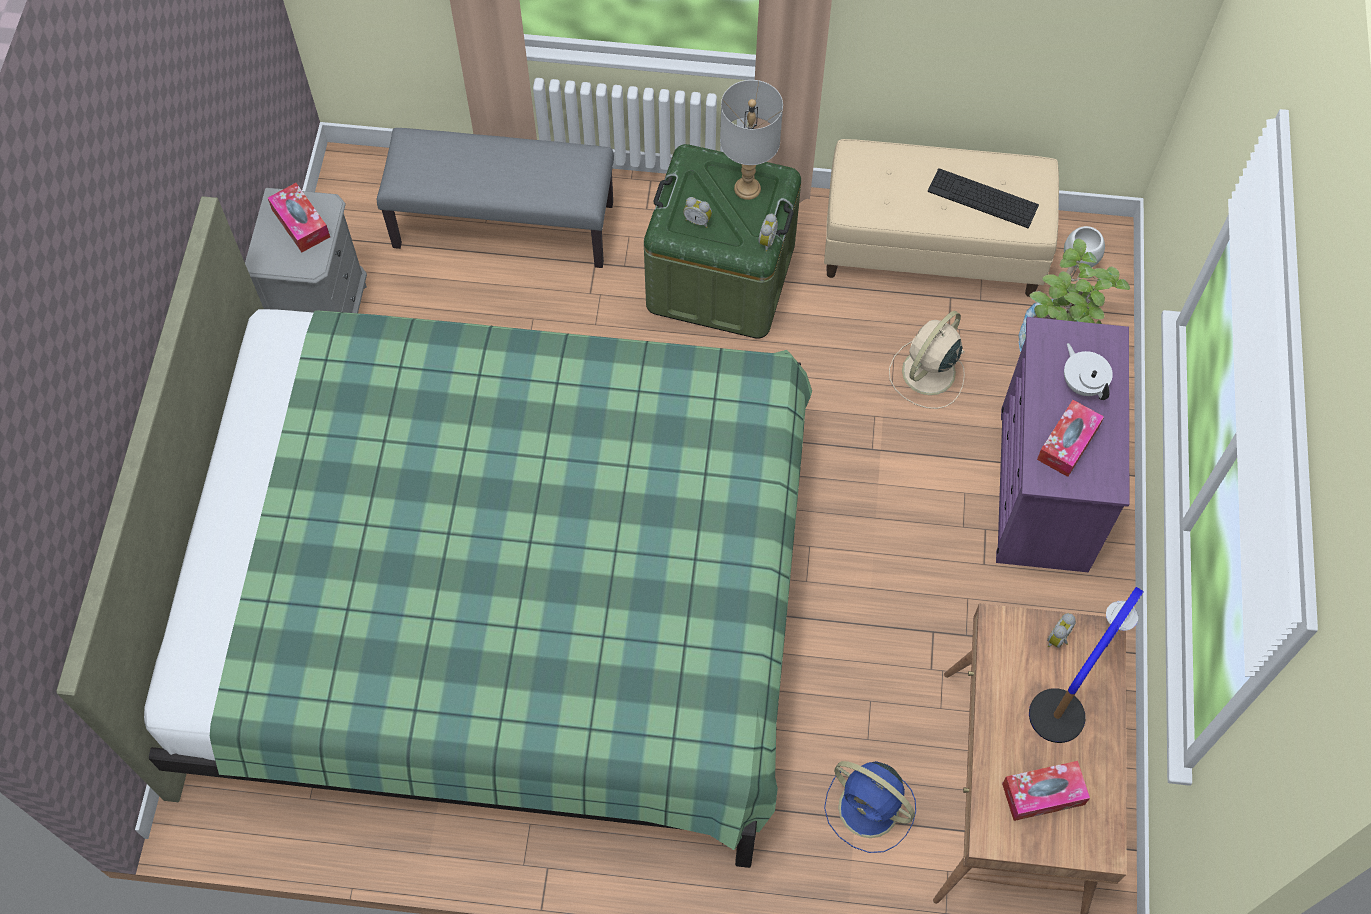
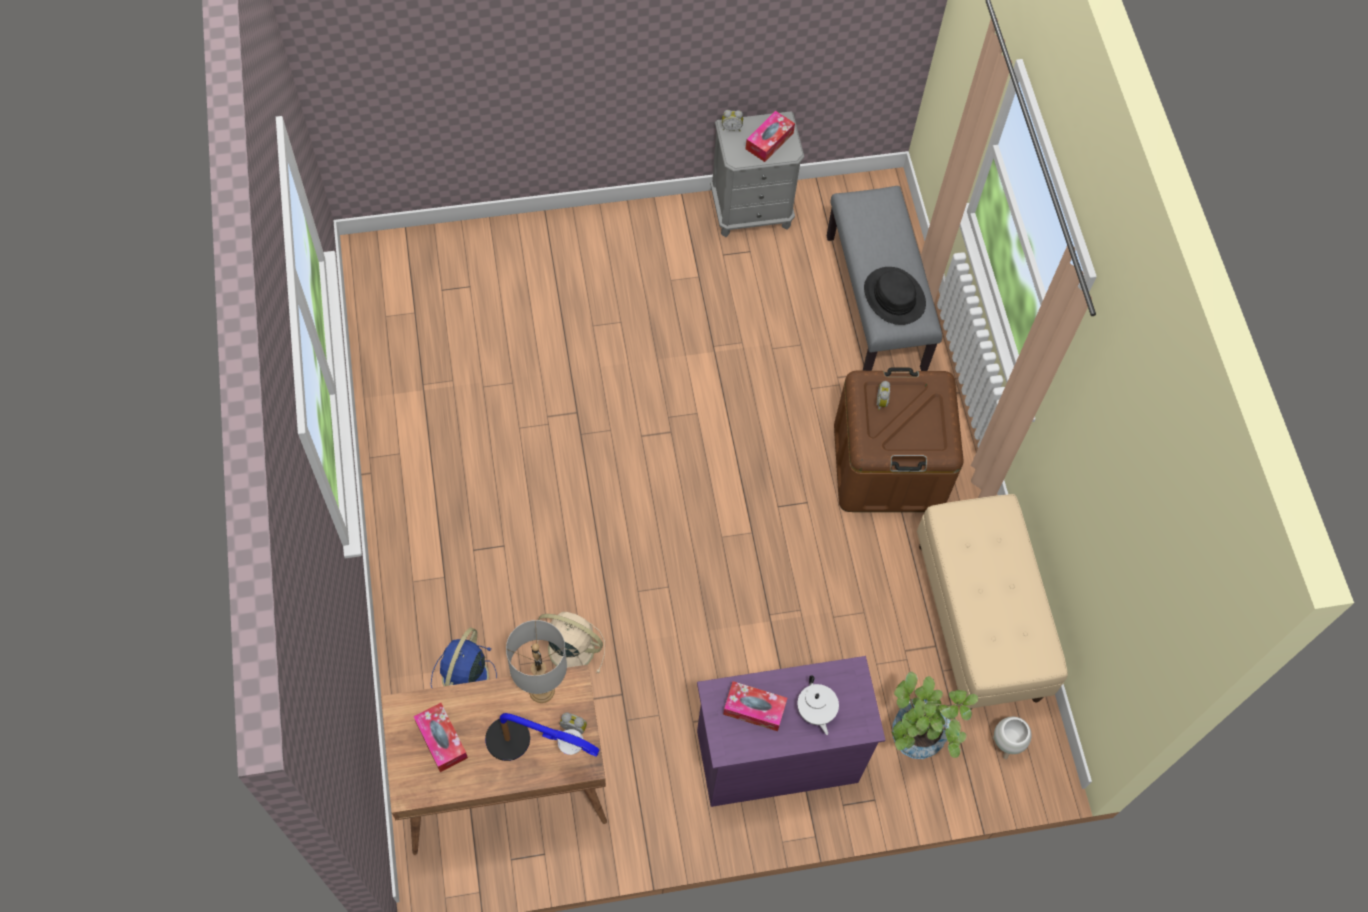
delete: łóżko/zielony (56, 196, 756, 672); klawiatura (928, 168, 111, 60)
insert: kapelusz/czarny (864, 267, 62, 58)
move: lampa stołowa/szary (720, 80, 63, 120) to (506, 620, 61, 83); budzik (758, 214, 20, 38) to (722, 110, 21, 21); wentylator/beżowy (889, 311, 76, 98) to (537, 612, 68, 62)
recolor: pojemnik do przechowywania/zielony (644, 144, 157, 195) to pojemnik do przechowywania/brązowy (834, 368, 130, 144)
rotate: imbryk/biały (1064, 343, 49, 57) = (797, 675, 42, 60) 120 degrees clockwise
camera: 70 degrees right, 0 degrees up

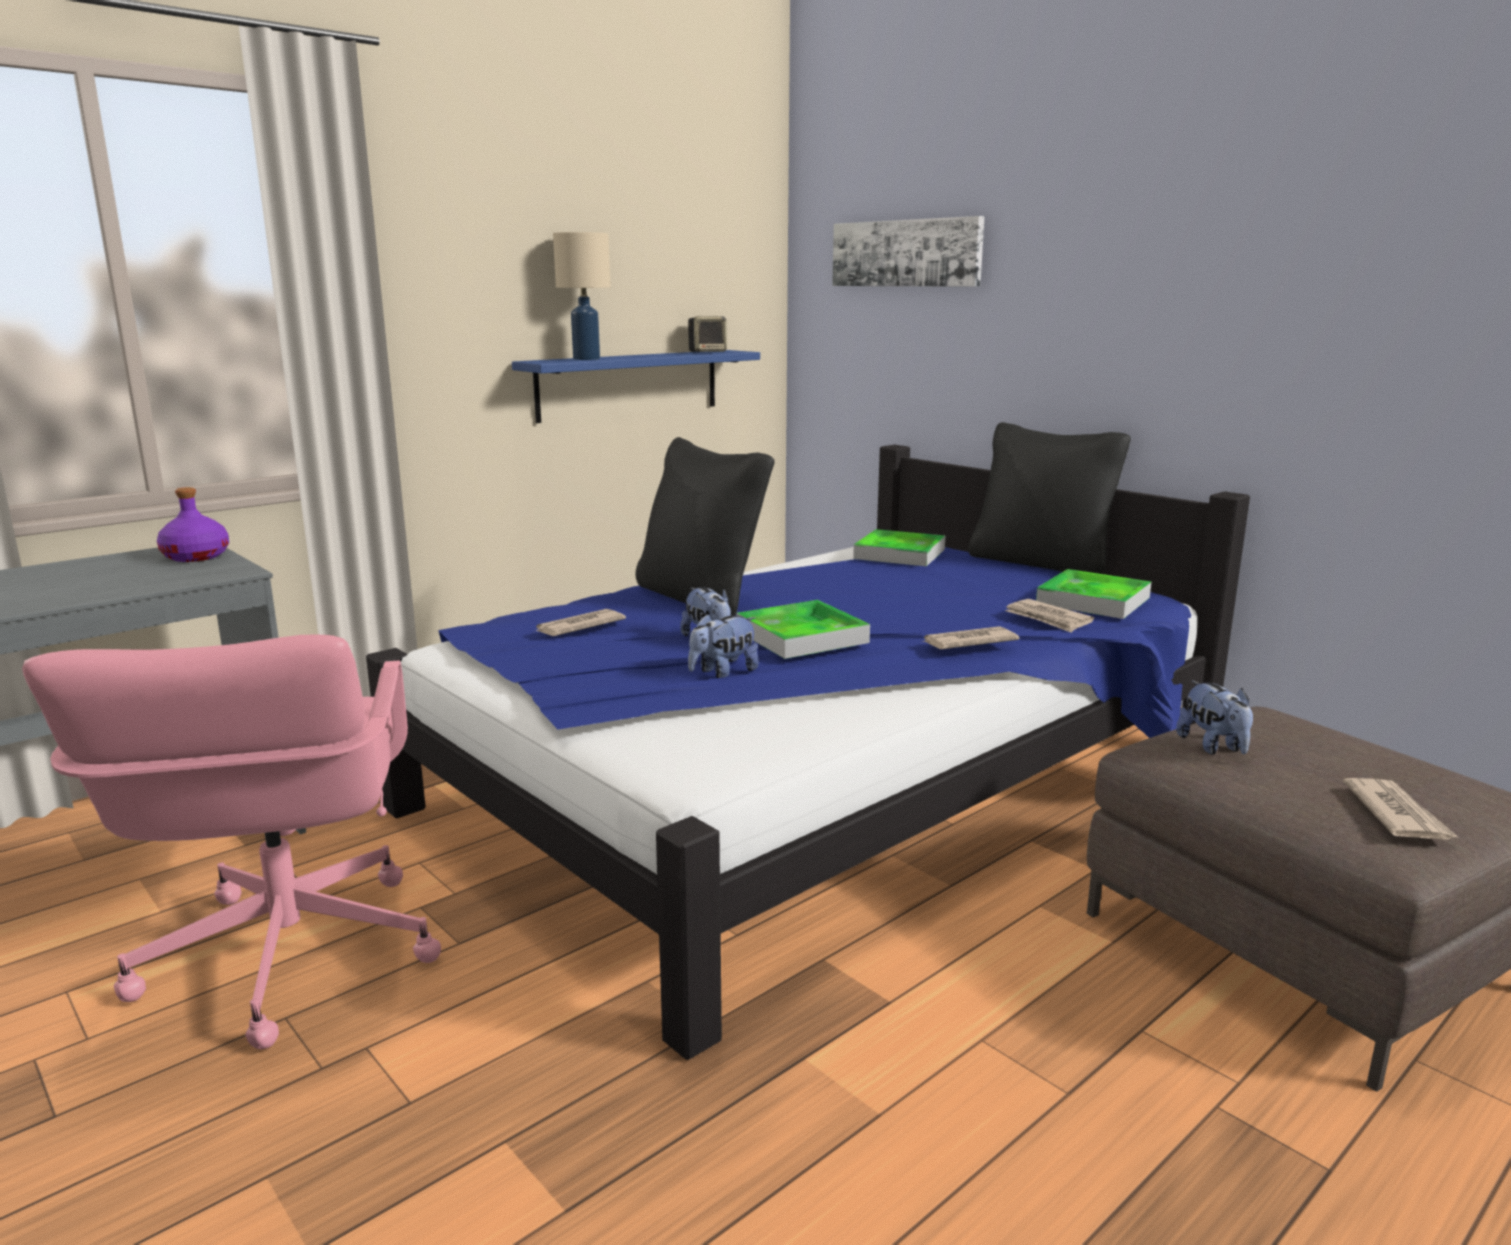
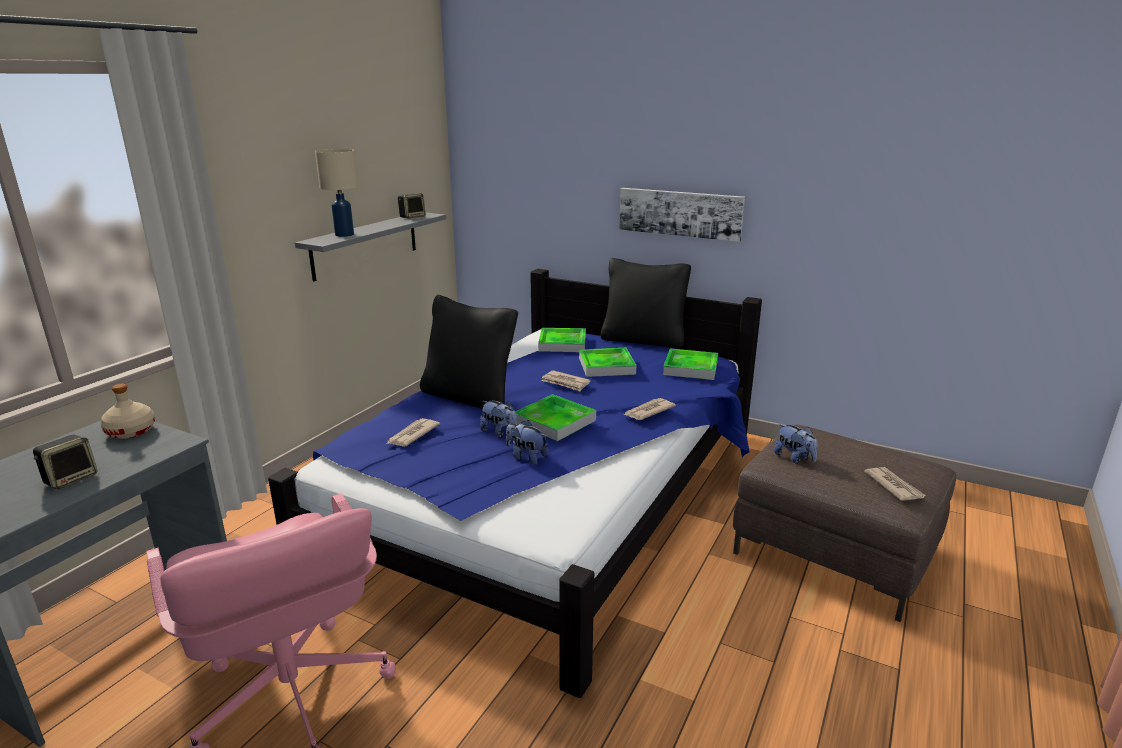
insert: głośnik (33, 435, 64, 54); taca (579, 348, 57, 29)
move: obraz (832, 216, 153, 71) to (619, 188, 126, 54); gazeta (1005, 599, 89, 34) to (541, 370, 50, 22)
recolor: butelka/fioletowy (157, 487, 72, 75) to butelka/beżowy (100, 384, 55, 55); półka/niebieski (512, 350, 248, 73) to półka/szary (295, 212, 151, 69)
rotate: pluszak (688, 614, 71, 64) = (506, 420, 43, 45) 90 degrees clockwise
camera: 20 degrees left, 5 degrees up

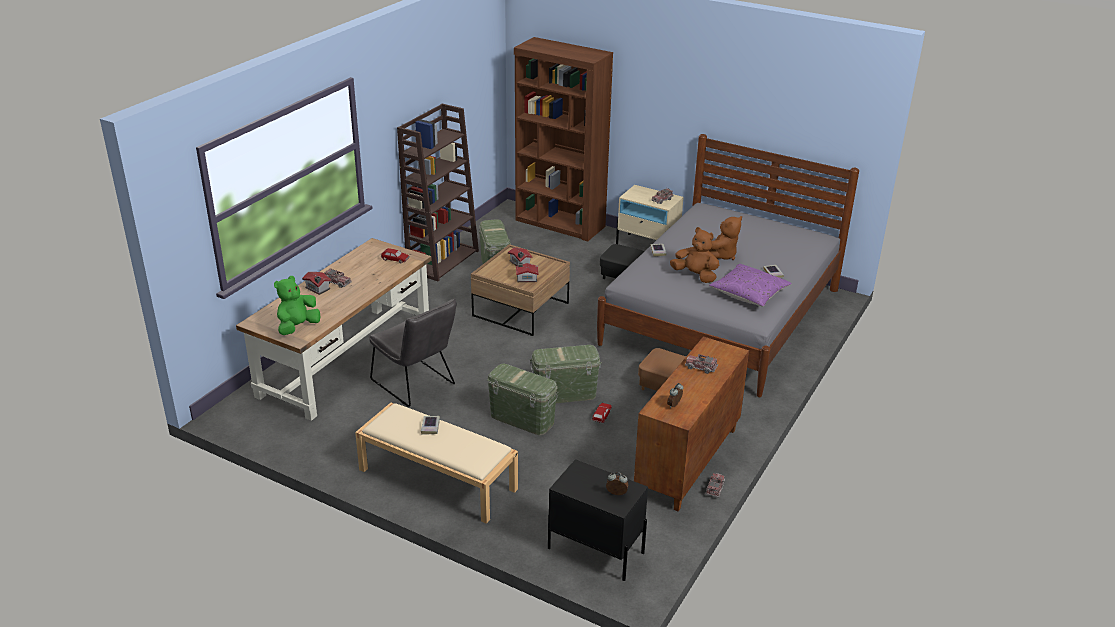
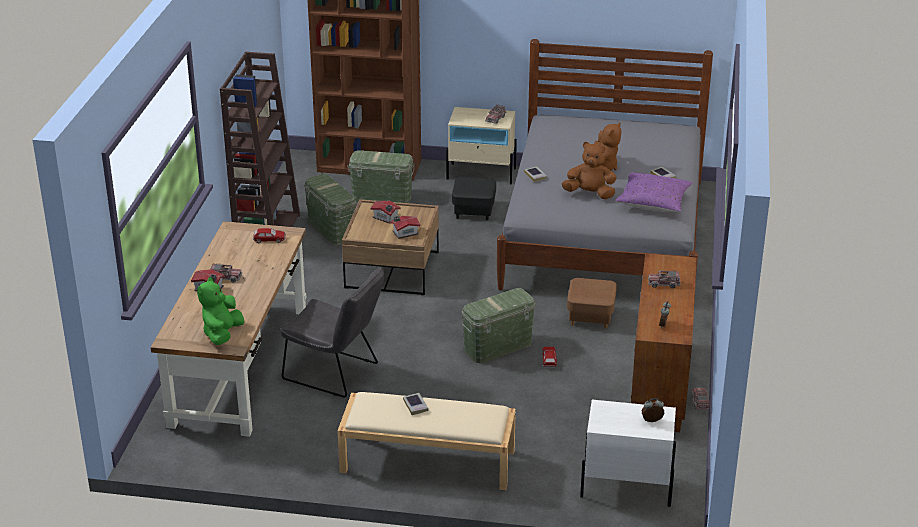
move: pojemnik do przechowywania/zielony (487, 363, 71, 72) to (348, 150, 67, 53)
recolor: szafka nocna/czarny (548, 459, 100, 122) to szafka nocna/biały (580, 400, 96, 107)
camera: 20 degrees left, 0 degrees up

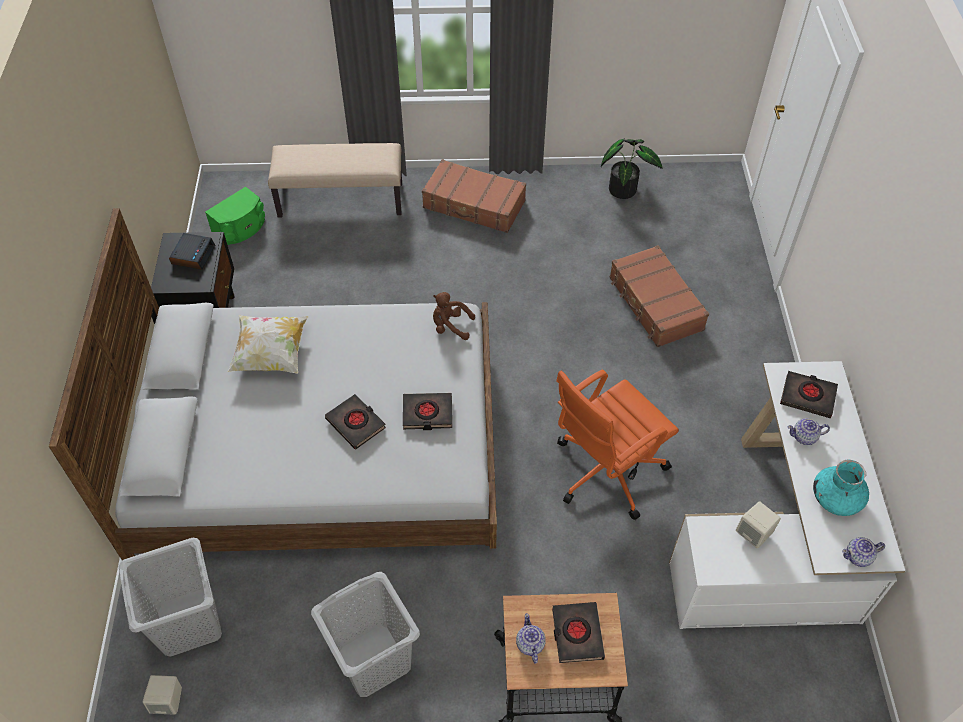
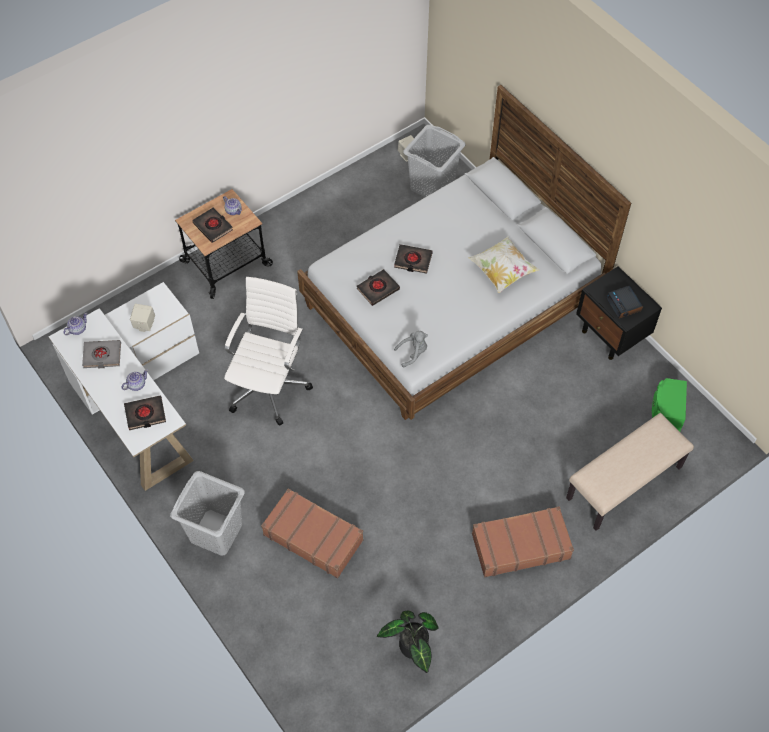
move: kosz na pranie/szary (311, 572, 109, 125) to (170, 471, 75, 85)
replace: wazon/turkusowy (813, 459, 56, 57) to książka/szary (82, 340, 39, 28)
recolor: pluszak/brązowy (433, 292, 42, 48) to pluszak/szary (394, 331, 34, 36); krzesło biurowe/pomarańczowy (556, 369, 123, 151) to krzesło biurowe/biały (224, 277, 89, 149)
camera: 145 degrees right, 5 degrees up

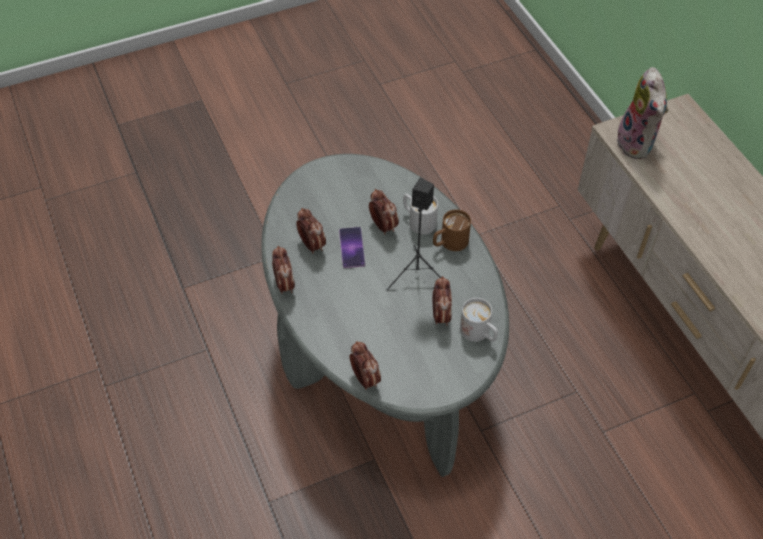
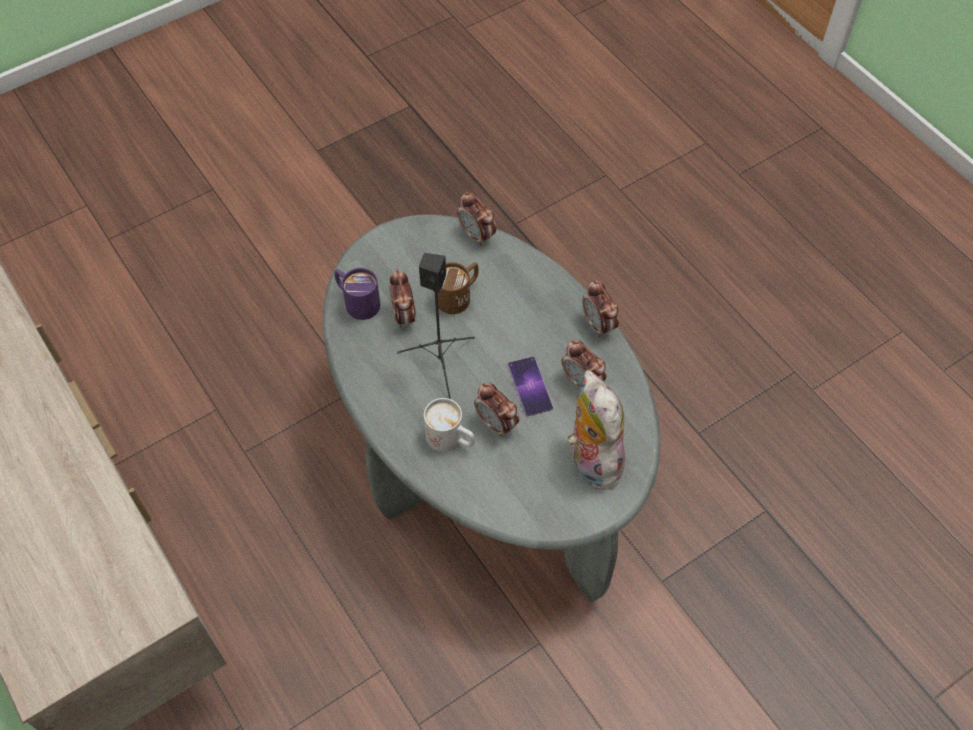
move: kubek/brązowy (433, 209, 38, 42) to (437, 262, 42, 52); pluszak (614, 67, 55, 92) to (567, 370, 58, 120)
recolor: kubek/biały (460, 298, 38, 44) to kubek/fioletowy (334, 268, 46, 52)
camera: 170 degrees right, 5 degrees up

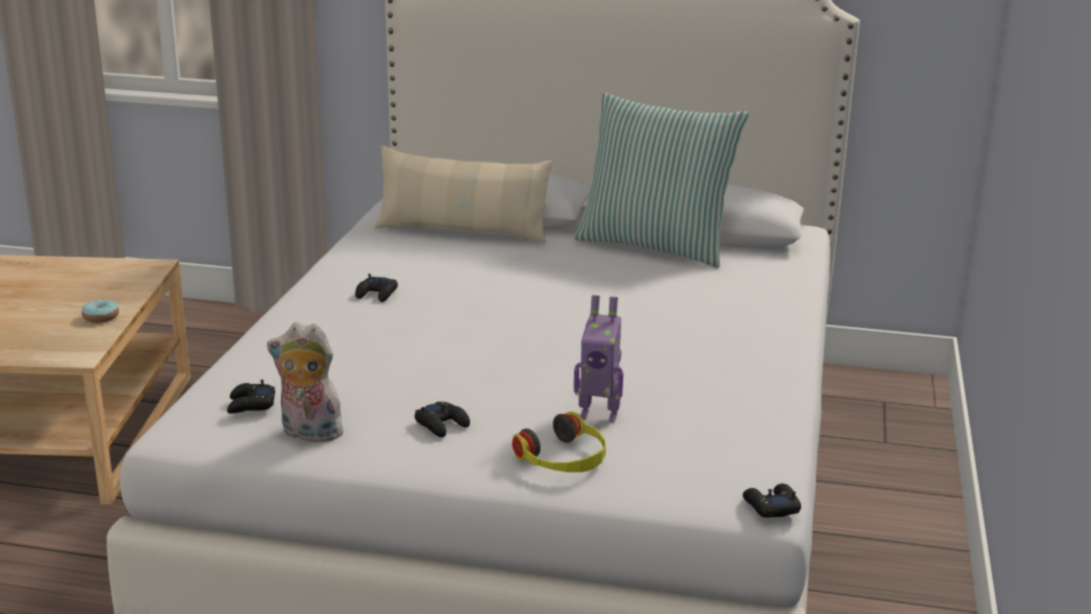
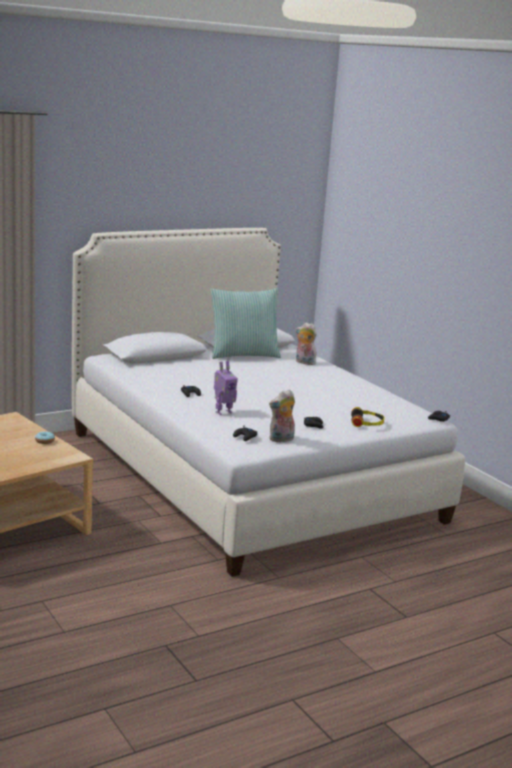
delete: poduszka/beżowy (375, 145, 177, 98)
insert: pluszak (295, 322, 22, 43)
move: robot zabawkowy (574, 295, 49, 128) to (214, 361, 24, 54)
camera: 45 degrees left, 5 degrees down

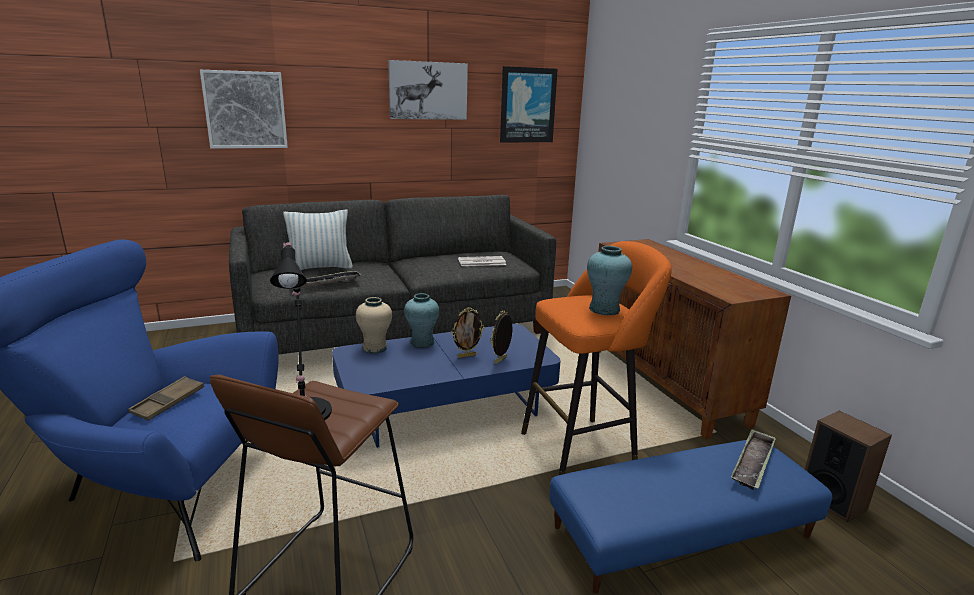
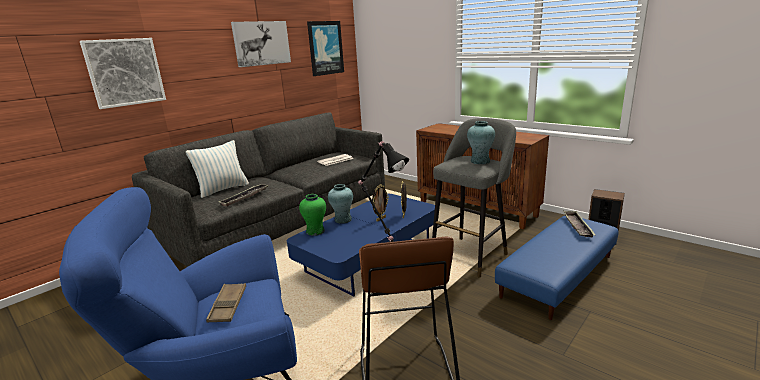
recolor: wazon/beżowy (356, 297, 36, 57) to wazon/zielony (299, 194, 27, 42); stołek/pomarańczowy (521, 241, 151, 234) to stołek/szary (432, 118, 84, 159)
camera: 25 degrees left, 0 degrees up

